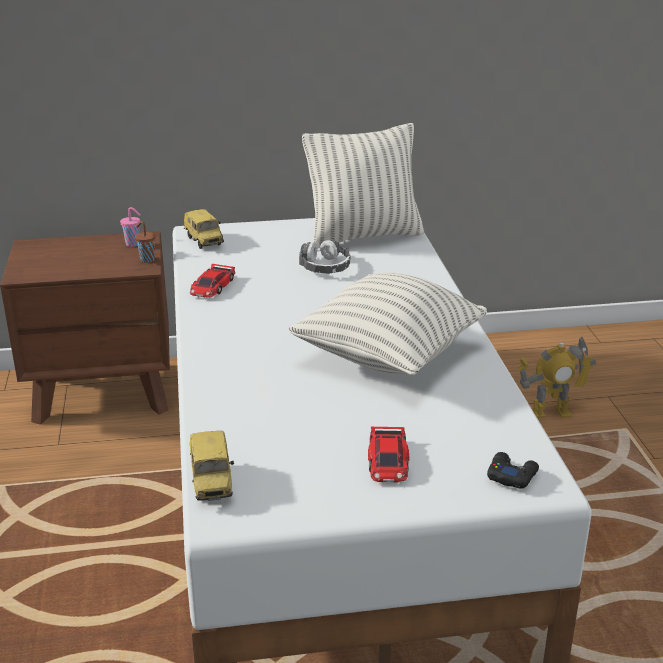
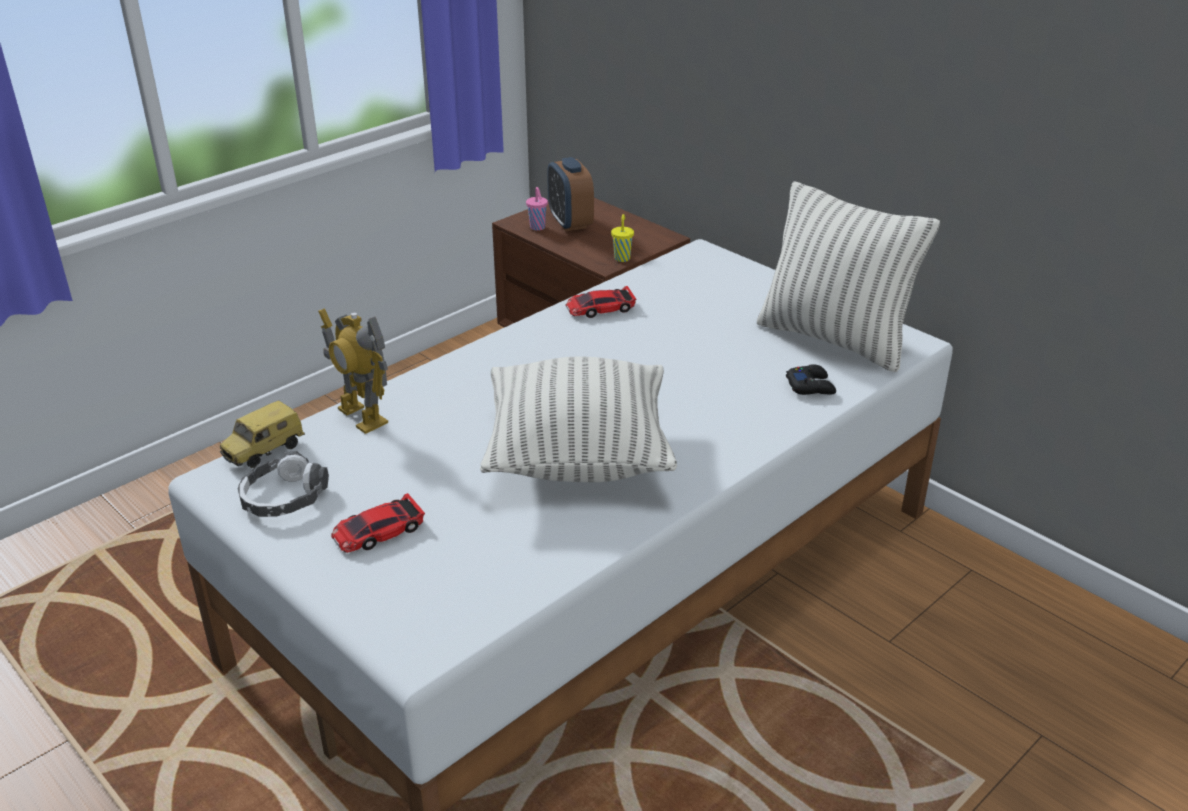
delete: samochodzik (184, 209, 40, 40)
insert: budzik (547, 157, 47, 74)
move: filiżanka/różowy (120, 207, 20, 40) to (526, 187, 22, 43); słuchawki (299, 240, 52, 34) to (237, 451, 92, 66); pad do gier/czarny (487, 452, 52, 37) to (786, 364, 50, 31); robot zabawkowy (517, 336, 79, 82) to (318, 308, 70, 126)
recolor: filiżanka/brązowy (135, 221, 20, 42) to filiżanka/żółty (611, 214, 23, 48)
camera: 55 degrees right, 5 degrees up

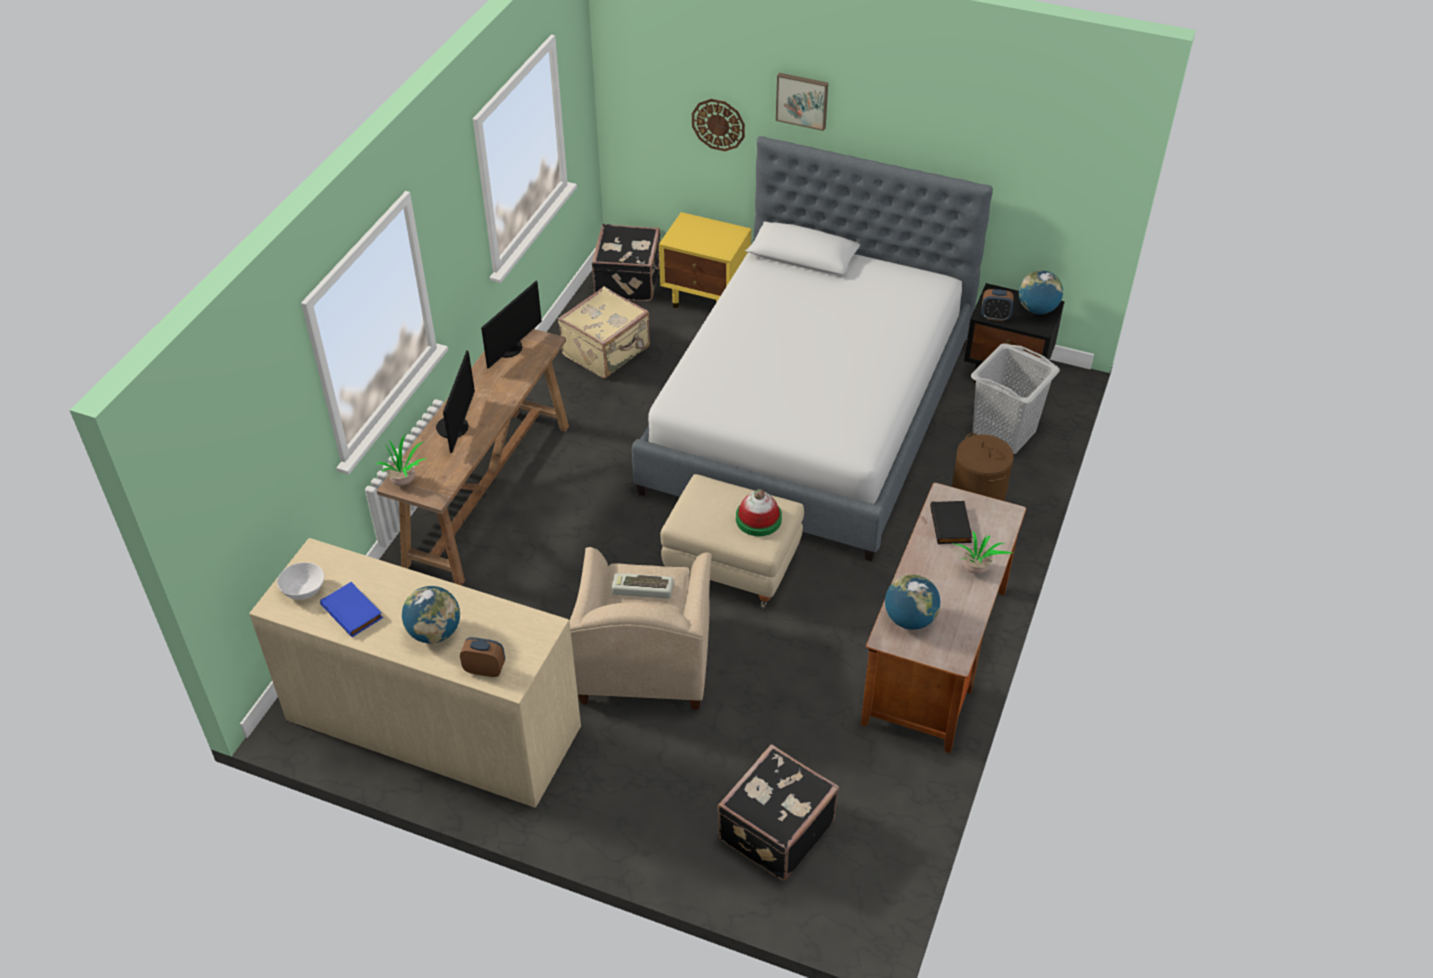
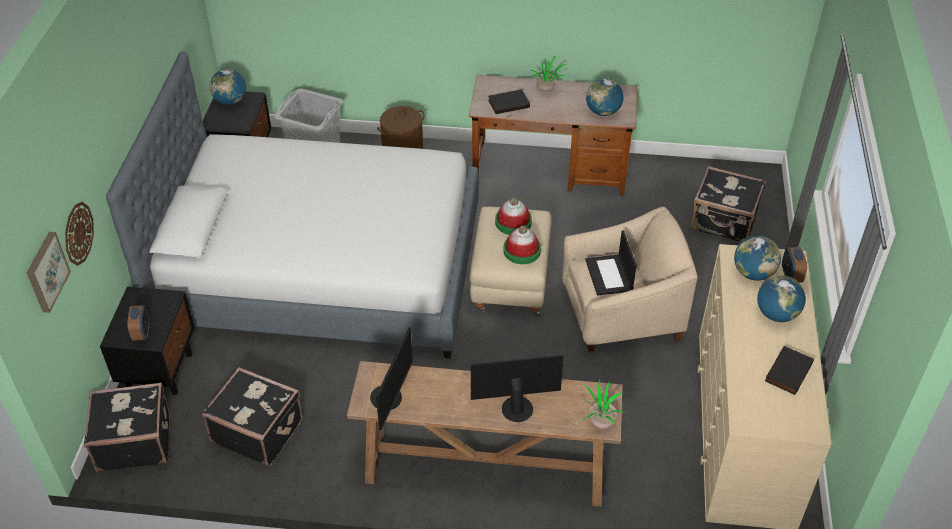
delete: miska/biały (277, 562, 47, 38)
insert: kapelusz (503, 226, 38, 38); globus (734, 236, 47, 45)
move: obraz (776, 73, 52, 58) to (27, 232, 44, 81); budzik (981, 289, 33, 32) to (127, 305, 23, 36)
replace: klawiatura (612, 573, 62, 26) to laptop (585, 230, 52, 66)
recolor: książka/niebieski (320, 582, 63, 55) to książka/czarny (765, 346, 49, 49); walizka/beżowy (558, 286, 92, 92) to walizka/czarny (202, 367, 100, 99); szafka nocna/żółty (659, 212, 93, 96) to szafka nocna/czarny (100, 286, 95, 109)
rotate: monitor (481, 280, 61, 88) = (370, 327, 43, 103) 90 degrees clockwise
camera: 105 degrees left, 0 degrees up

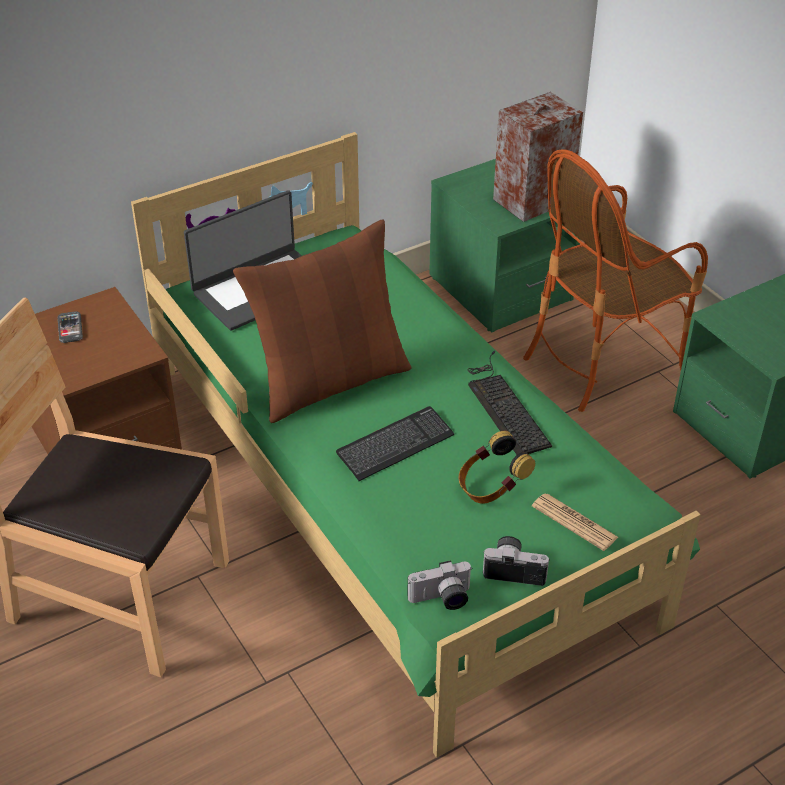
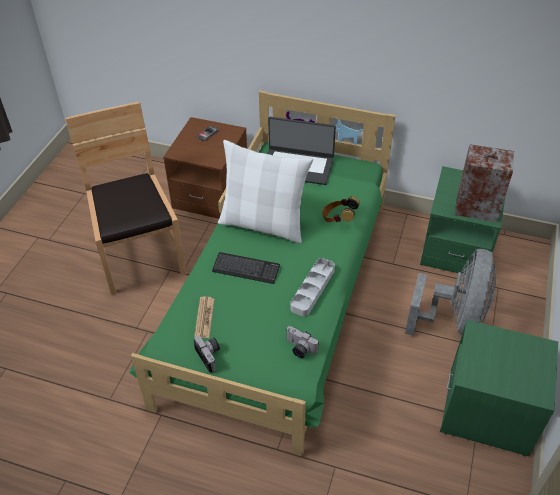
move: aparat fotograficzny (408, 560, 65, 50) to (286, 326, 33, 32); słuchawki (458, 431, 77, 73) to (322, 196, 38, 26); gazeta (532, 493, 86, 58) to (194, 296, 20, 42)
replace: klawiatura (468, 351, 84, 104) to taca/szary (290, 258, 45, 59); fotel (523, 149, 185, 263) to wentylator/szary (405, 249, 91, 87)
recolor: poduszka/brązowy (233, 219, 179, 204) to poduszka/biały (218, 140, 95, 104)
camera: 50 degrees right, 5 degrees up

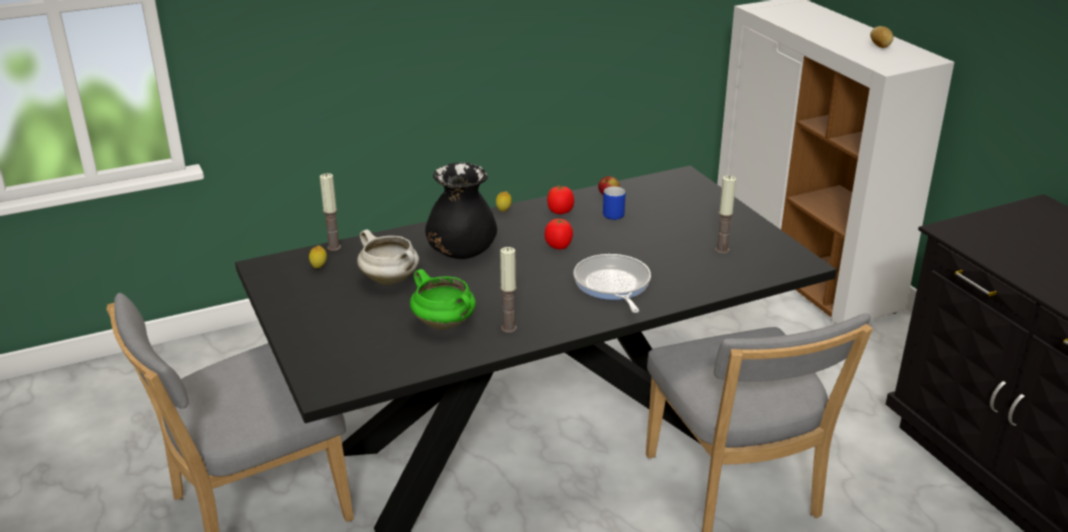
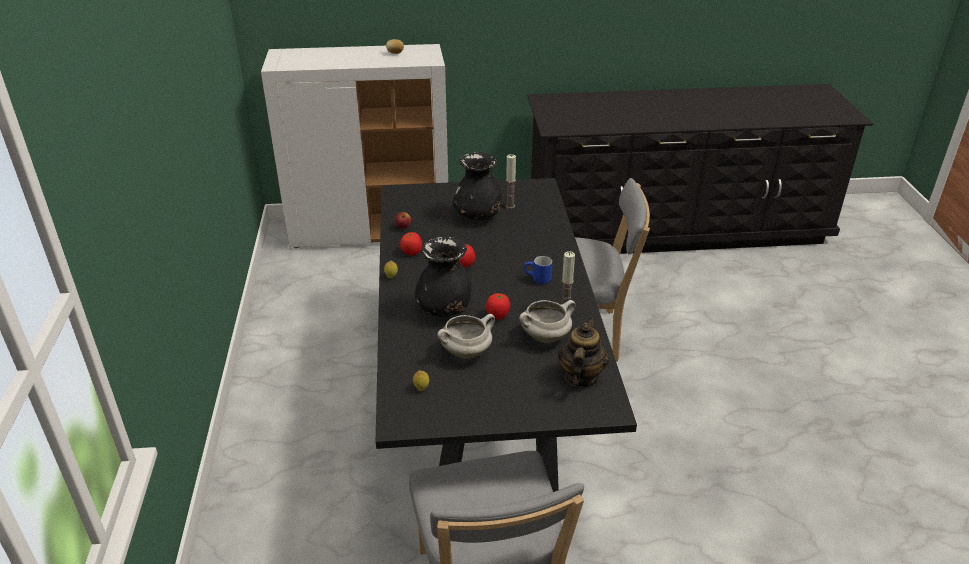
delete: świeca (320, 173, 21, 78); patelnia (573, 254, 78, 59)
insert: wazon/czarny (453, 152, 49, 68); pomidor (486, 293, 24, 27); imbryk (558, 318, 51, 69)
move: kubek/niebieski (603, 187, 22, 33) to (524, 256, 28, 28)
recolor: garnek/zielony (410, 269, 66, 61) to garnek/biały (519, 300, 56, 43)
camera: 70 degrees left, 5 degrees up

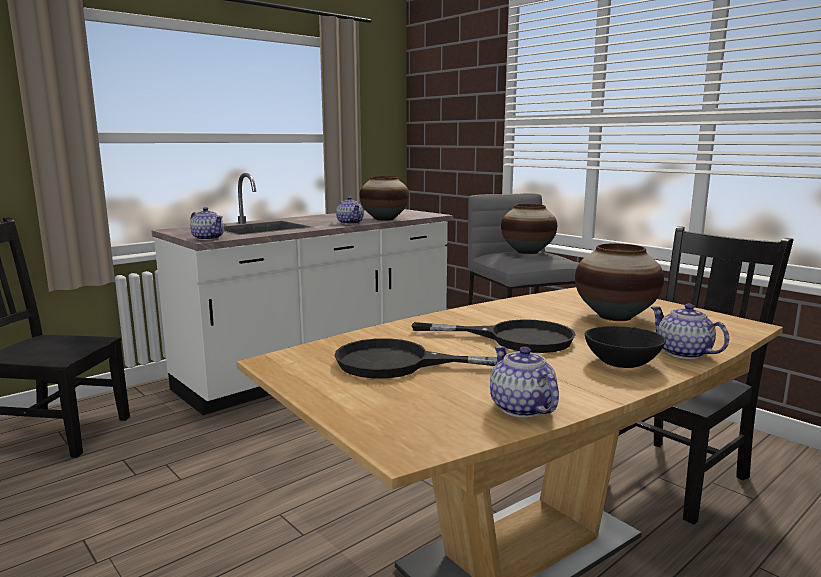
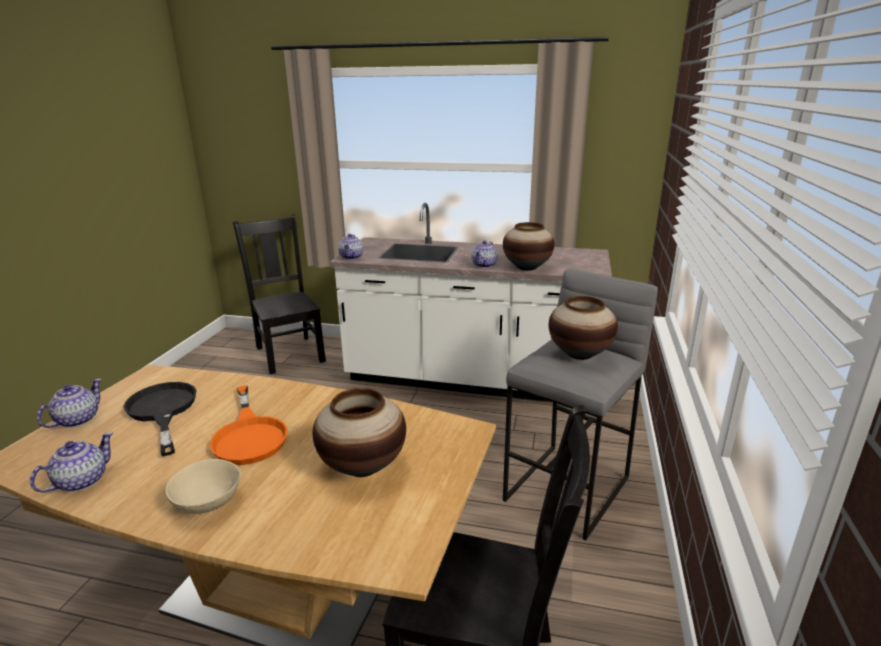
move: imbryk (651, 304, 78, 55) to (37, 379, 65, 49)
recolor: patelnia/czarny (412, 319, 164, 34) to patelnia/pomarańczowy (209, 385, 79, 80); miska/czarny (585, 326, 81, 42) to miska/beżowy (165, 459, 76, 55)
camera: 55 degrees right, 10 degrees up

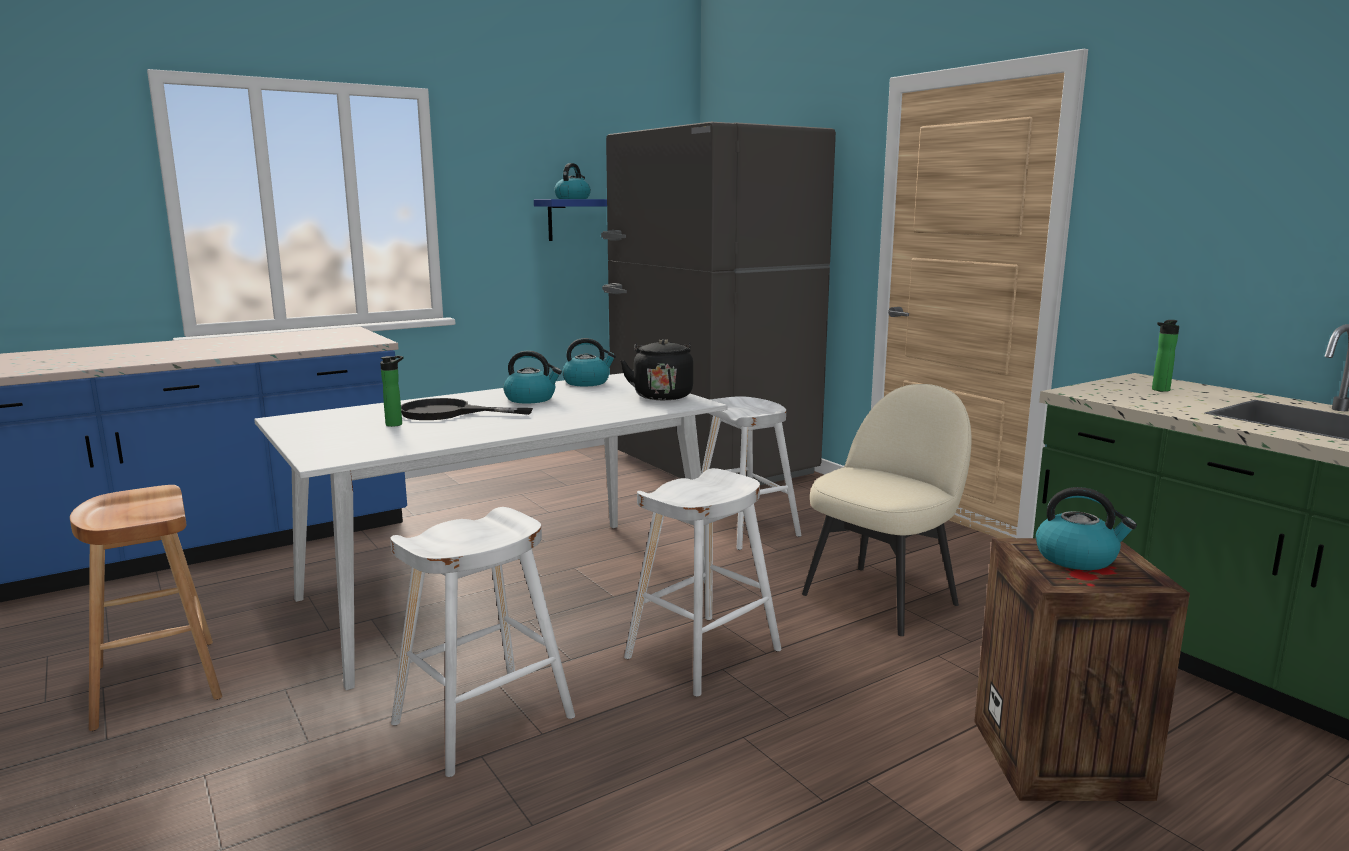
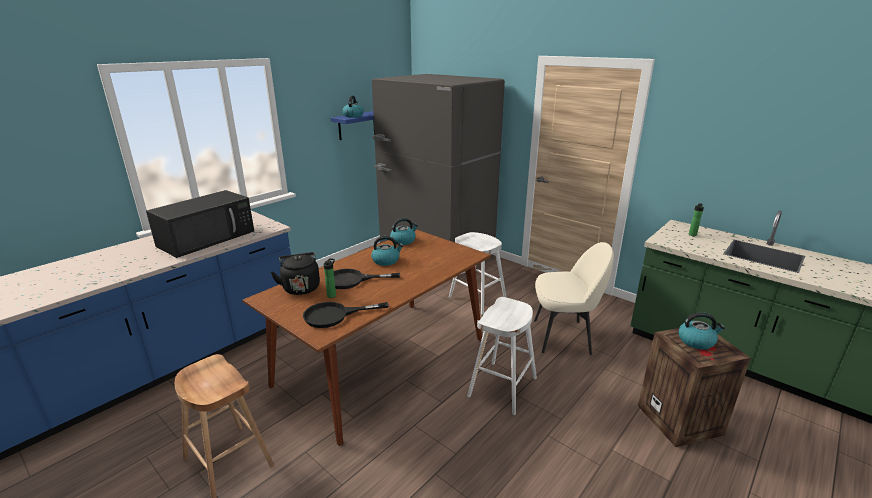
delete: stołek/biały (390, 507, 185, 270)
insert: mikrofalówka/czarny (146, 190, 108, 68); patelnia/czarny (303, 302, 86, 26)
move: czajnik/czarny (620, 339, 73, 61) to (271, 252, 49, 43)
recolor: stół jadalny/biały (254, 373, 473, 317) to stół jadalny/brązowy (243, 229, 248, 217)
rotate: krzesło/beżowy (802, 384, 170, 252) = (534, 242, 80, 113) 60 degrees clockwise
camera: 15 degrees left, 10 degrees up

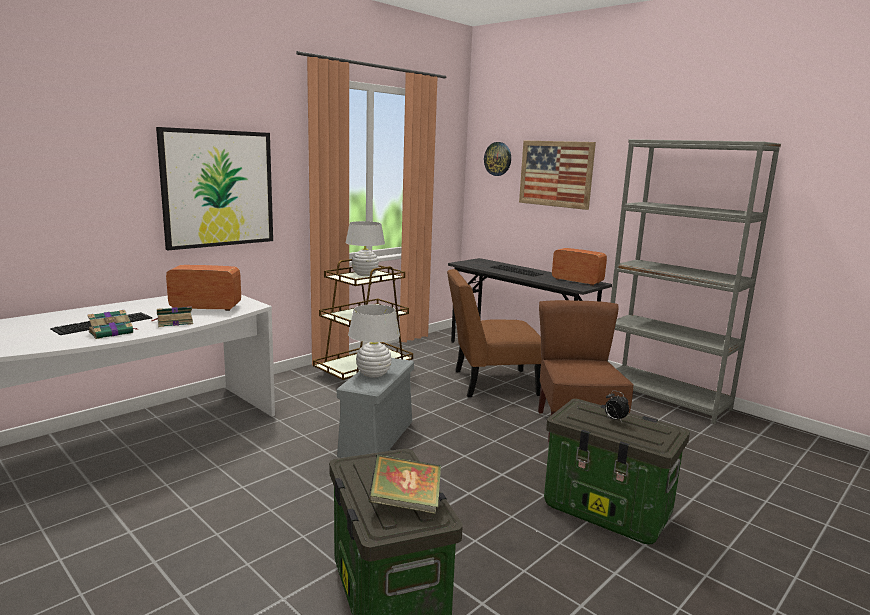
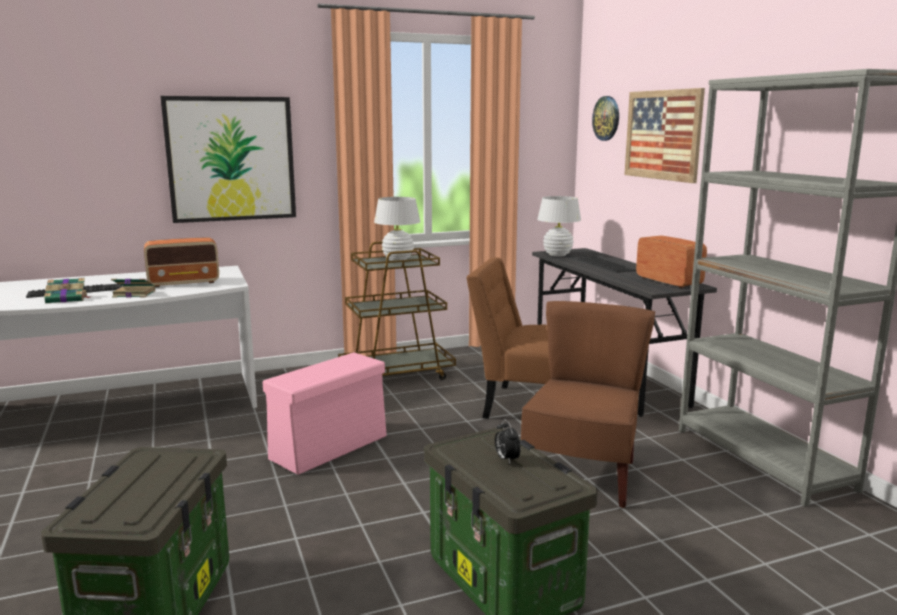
delete: książka (368, 454, 73, 60)
move: lampa stołowa/biały (348, 304, 52, 74) to (537, 196, 44, 61)
recolor: pojemnik do przechowywania/szary (337, 358, 77, 100) to pojemnik do przechowywania/różowy (262, 352, 125, 123)
rotate: radio (166, 265, 75, 46) = (144, 238, 75, 50) 135 degrees clockwise
camera: 25 degrees right, 0 degrees up

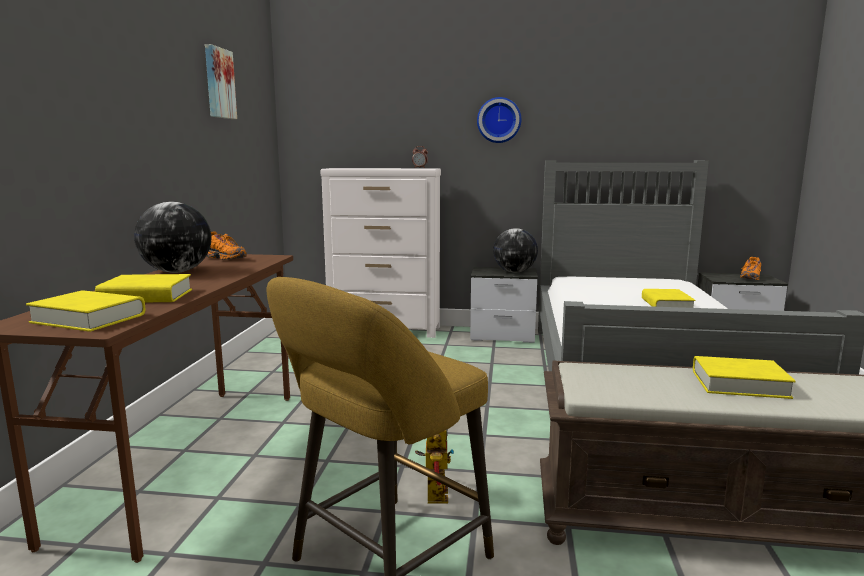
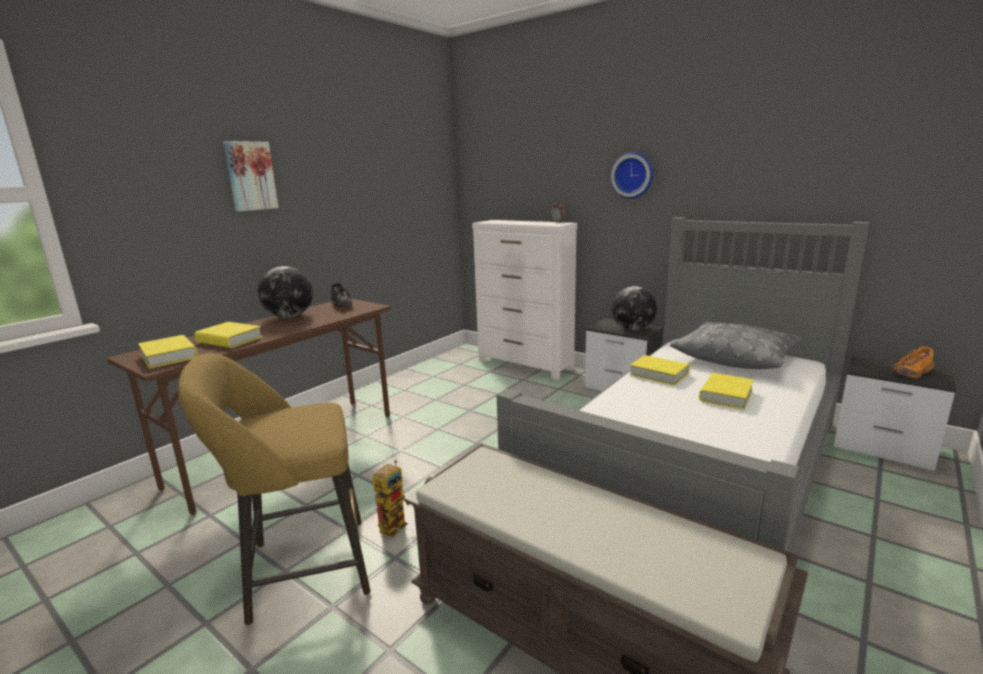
insert: poduszka/szary (670, 322, 132, 47)
move: obraz (205, 44, 32, 75) to (223, 141, 56, 70); książka/żółty (693, 356, 103, 43) to (629, 355, 60, 31)
recolor: but/pomarańczowy (206, 231, 41, 29) to but/czarny (331, 283, 21, 24)
camera: 30 degrees right, 5 degrees up

